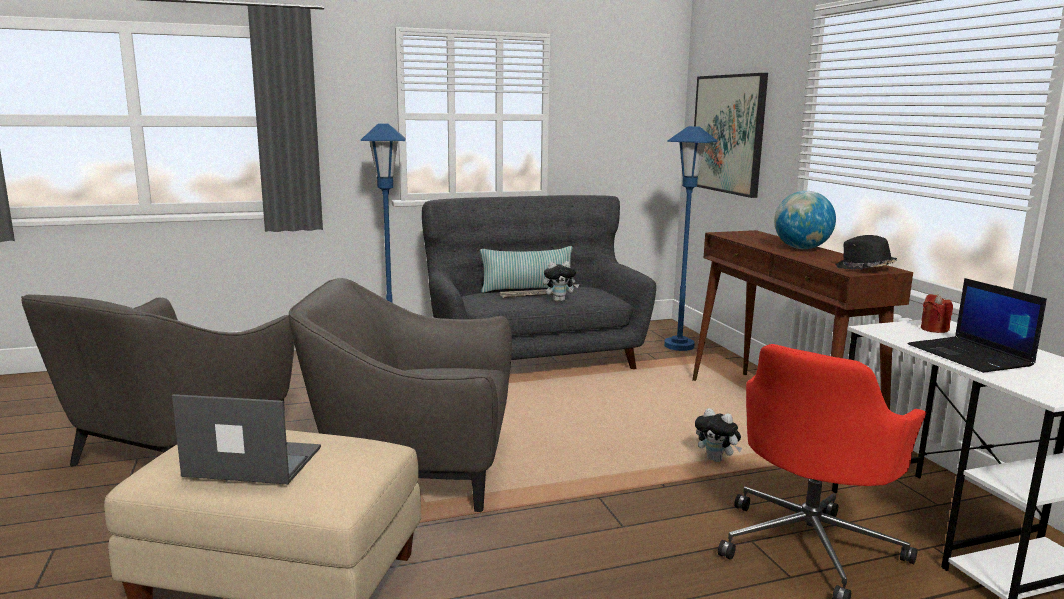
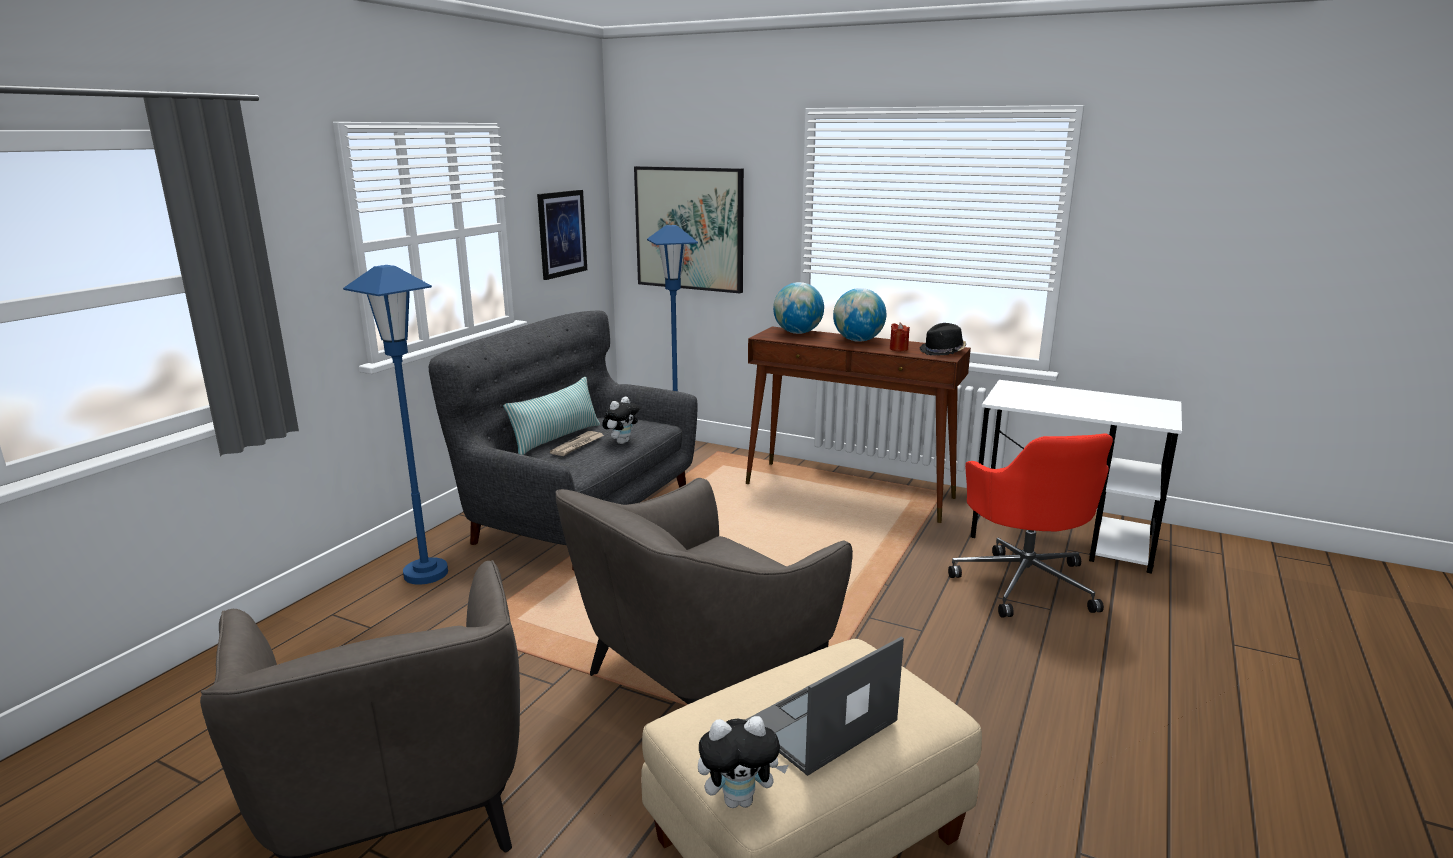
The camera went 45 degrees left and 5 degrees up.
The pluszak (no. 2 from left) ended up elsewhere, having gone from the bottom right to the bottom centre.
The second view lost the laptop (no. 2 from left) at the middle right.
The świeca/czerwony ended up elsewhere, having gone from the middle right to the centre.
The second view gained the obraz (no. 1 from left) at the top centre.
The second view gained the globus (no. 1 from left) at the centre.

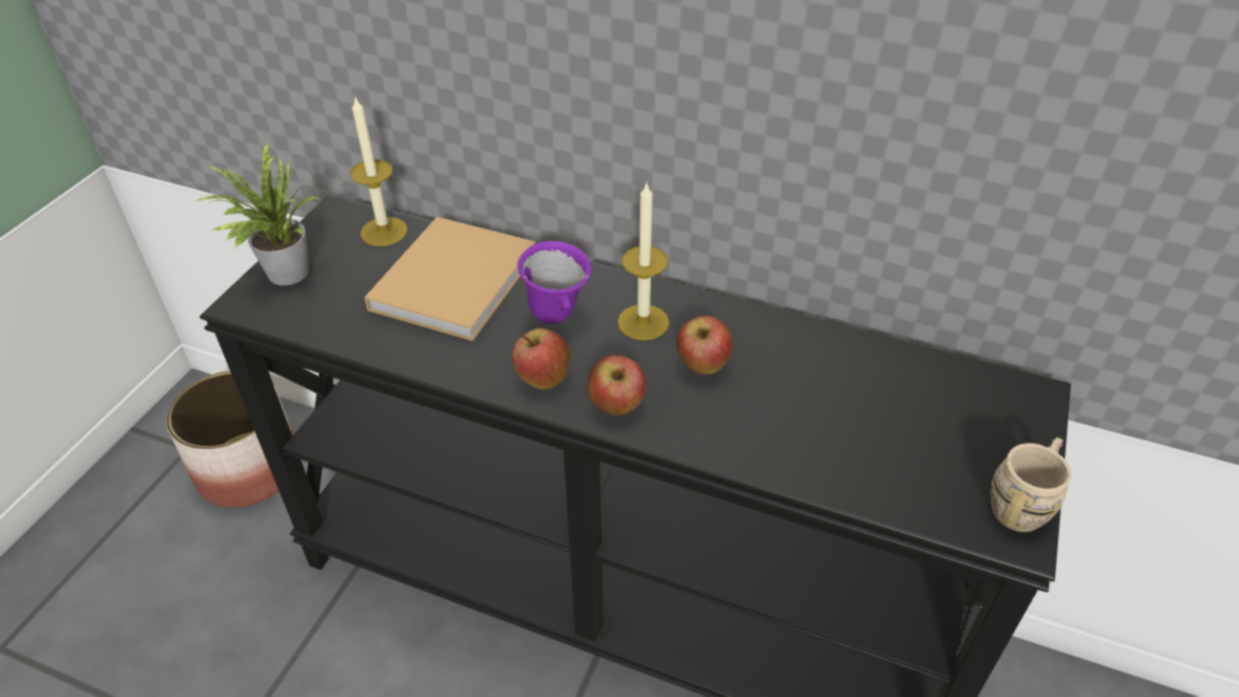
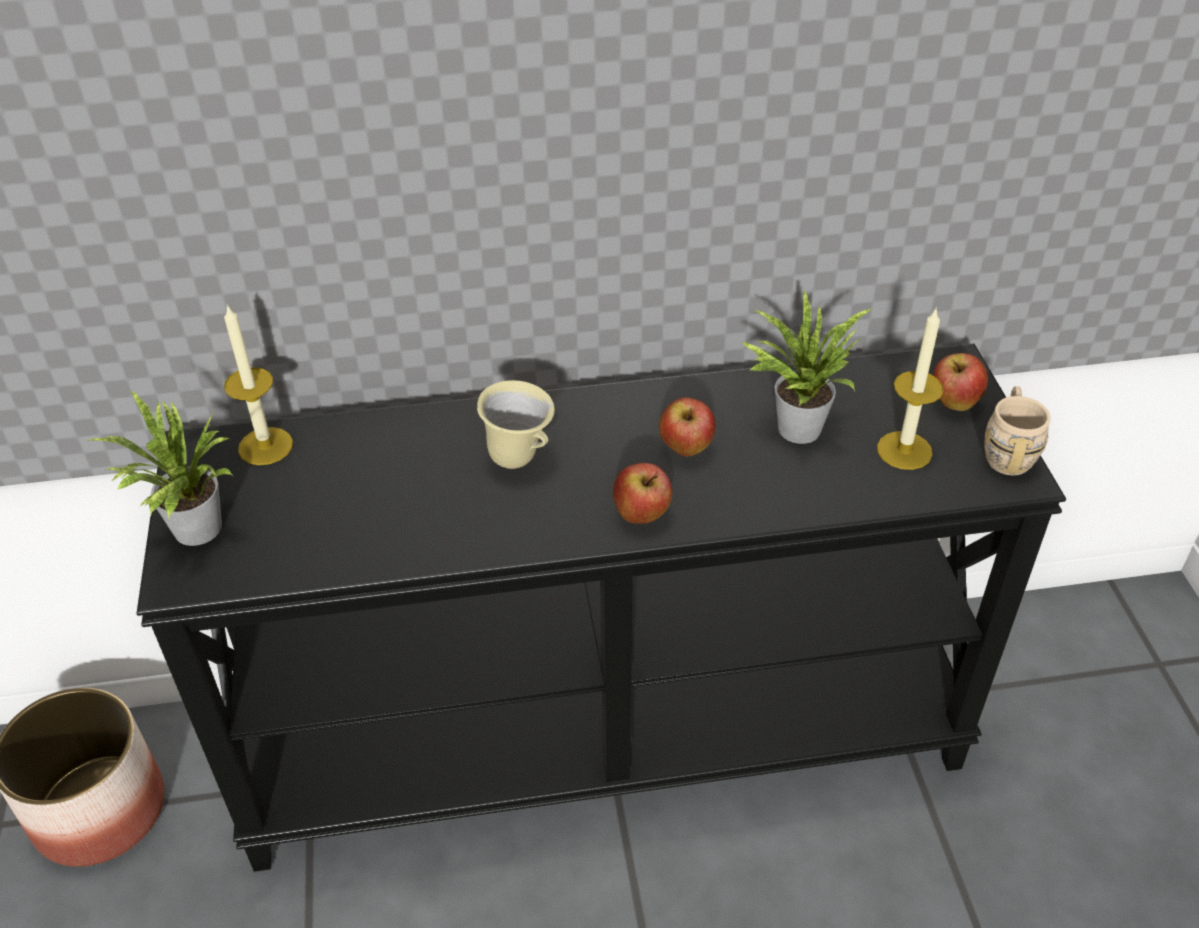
The camera went 30 degrees left and 0 degrees up.
The second view lost the książka/beżowy at the centre.
The jabłko (no. 1 from left in the first image) ended up elsewhere, having gone from the centre to the middle right.
What was the kubek/fioletowy at the centre turned into the kubek/beżowy (no. 1 from left) at the centre.
The świeca (no. 2 from left) ended up elsewhere, having gone from the centre to the middle right.
The second view gained the roślina doniczkowa (no. 2 from left) at the middle right.

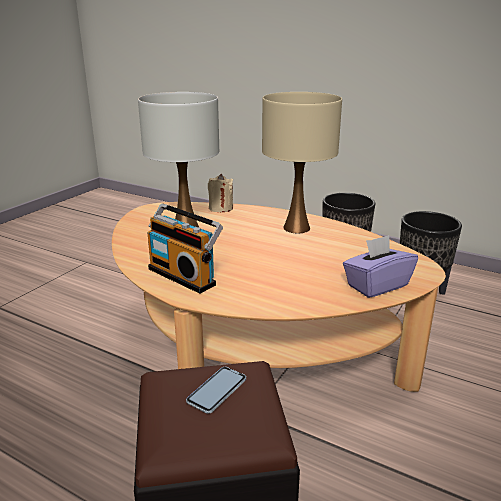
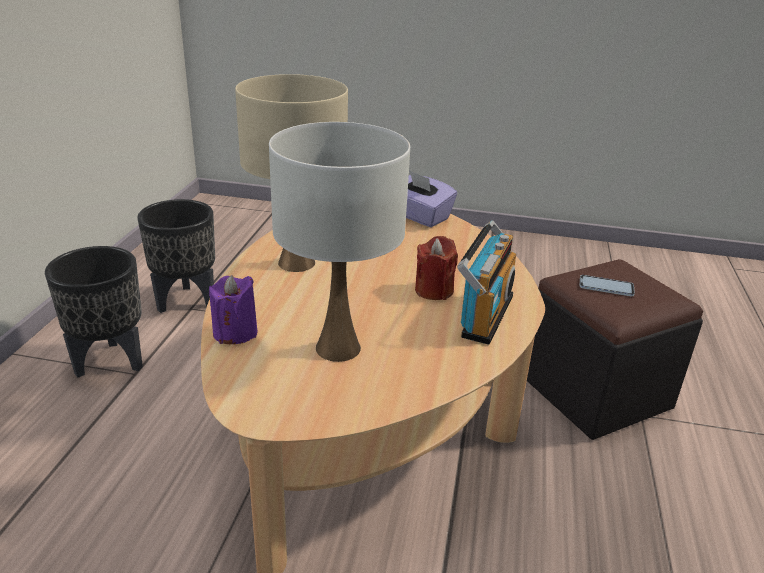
The camera went 110 degrees left and 5 degrees up.
What was the świeca/beżowy at the centre turned into the świeca/fioletowy at the middle left.
The second view gained the świeca/czerwony at the centre.

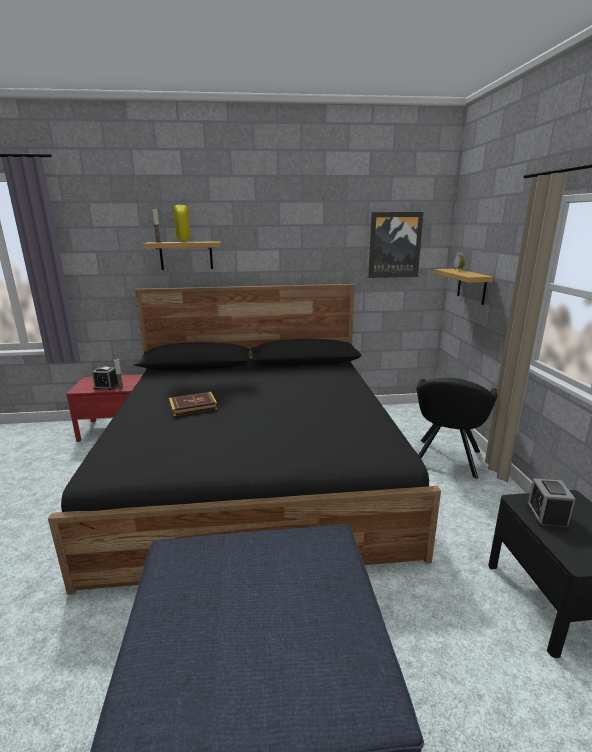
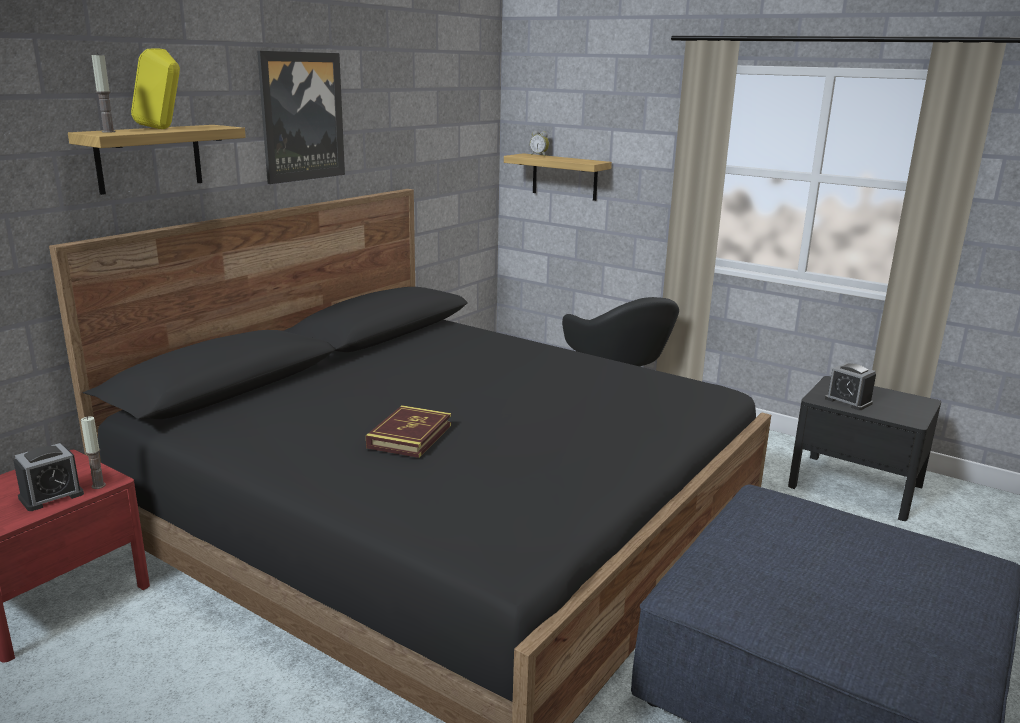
The camera went 50 degrees left and 0 degrees up.
The obraz ended up elsewhere, having gone from the top right to the top left.

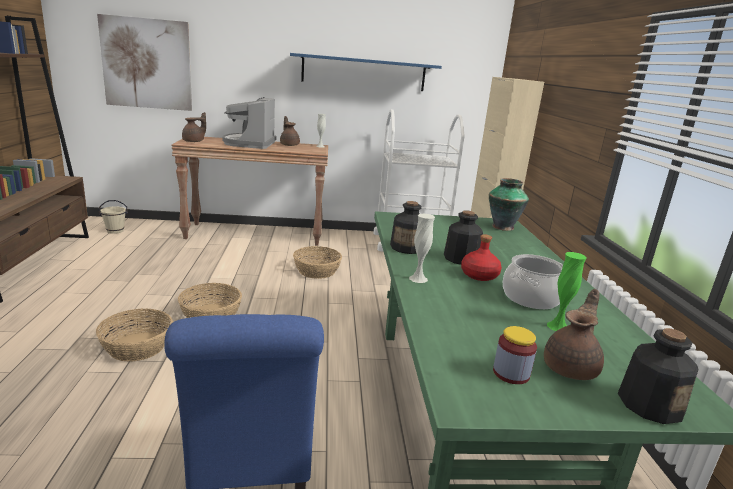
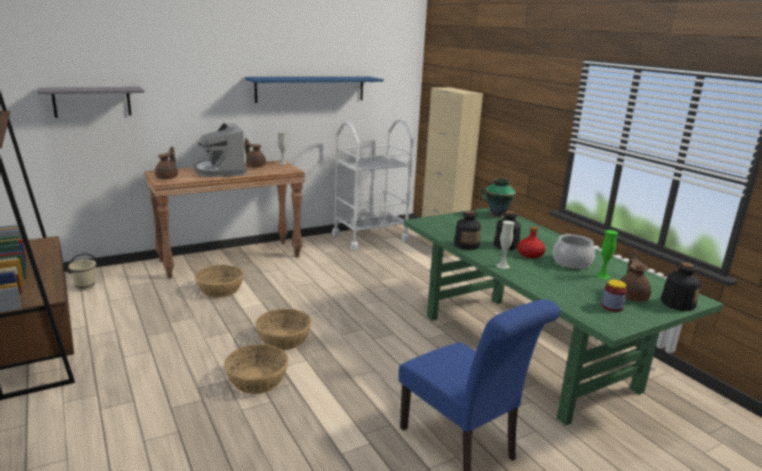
The camera went 25 degrees left and 0 degrees up.
Where the obraz hung at the top left, the półka/szary came to hang at the top left.
The koszyk (no. 3 from left in the first image) ended up elsewhere, having gone from the centre to the middle left.

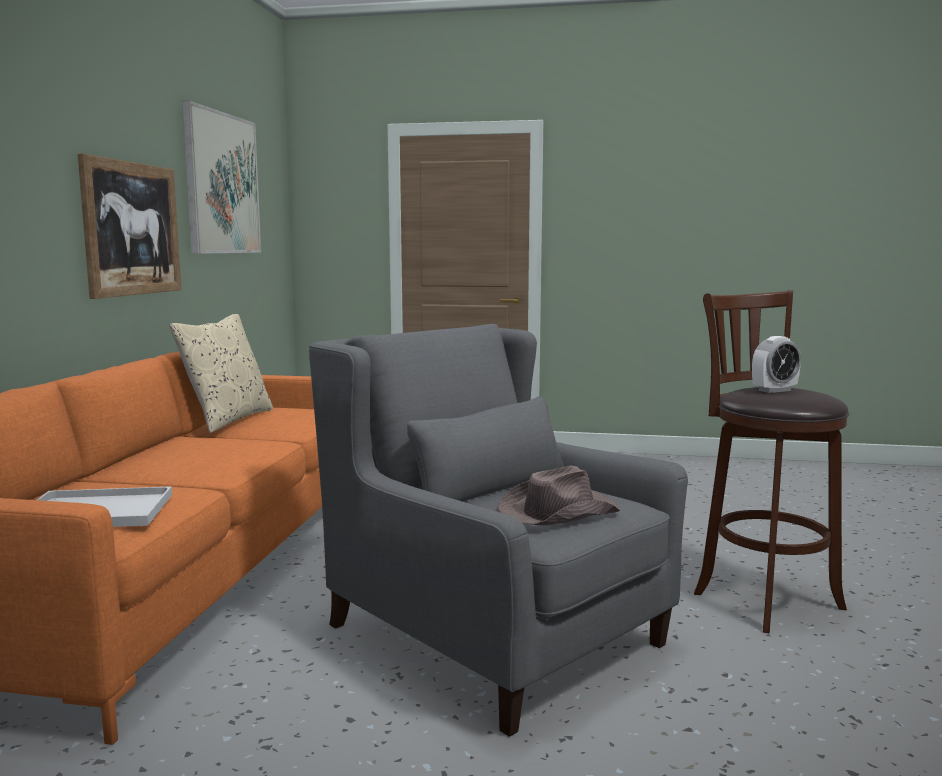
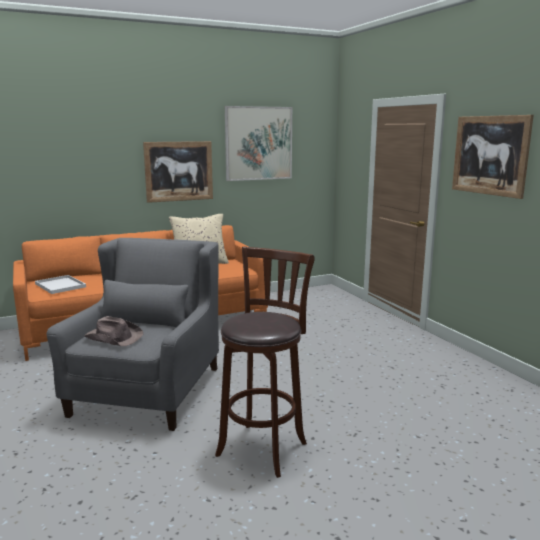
The camera went 55 degrees right and 5 degrees up.
The second view lost the budzik at the middle right.
The second view gained the obraz (no. 3 from left) at the top right.

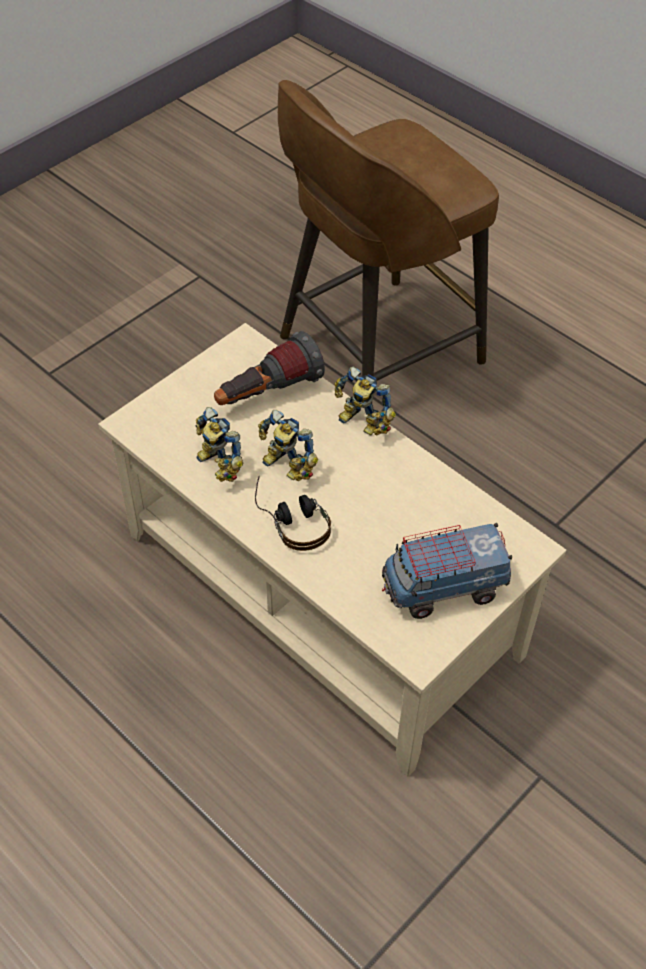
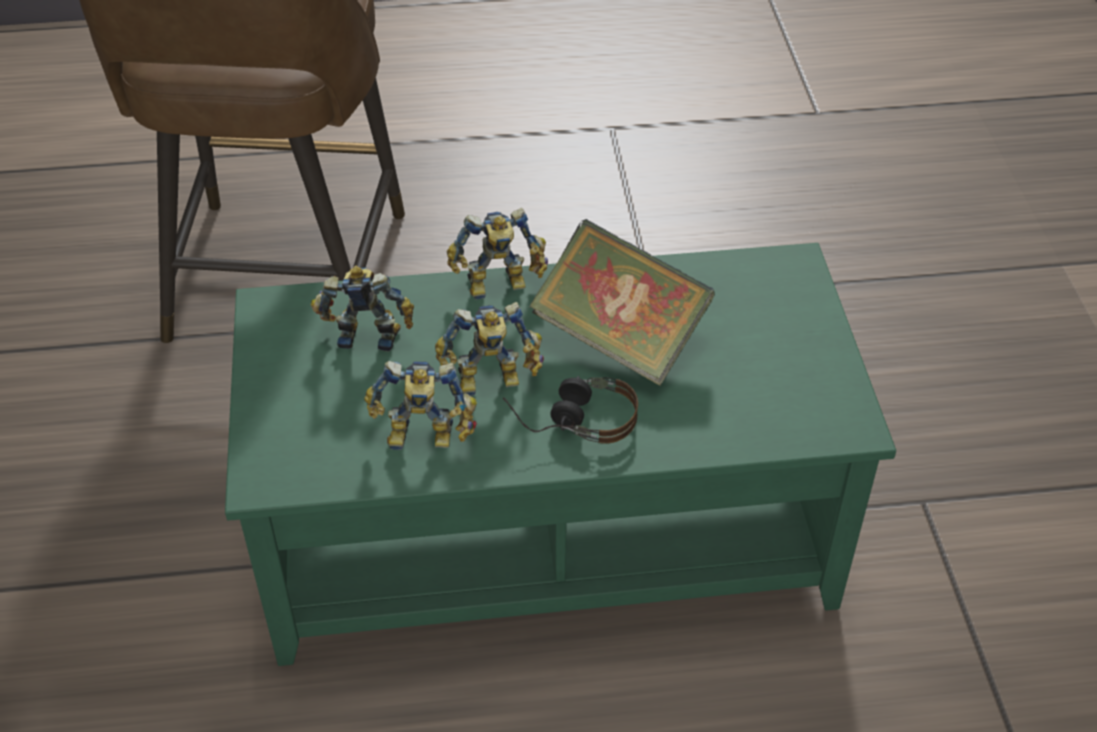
The camera went 50 degrees left and 5 degrees down.
What was the ława/beżowy at the centre turned into the ława/zielony at the centre.
Where the latarka stood at the centre, the robot zabawkowy (no. 1 from left) came to stand at the middle left.
The second view lost the ciężarówka zabawkowa at the middle right.
The second view gained the książka at the centre.

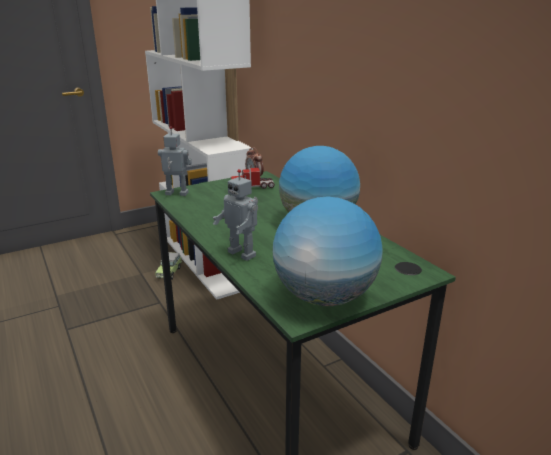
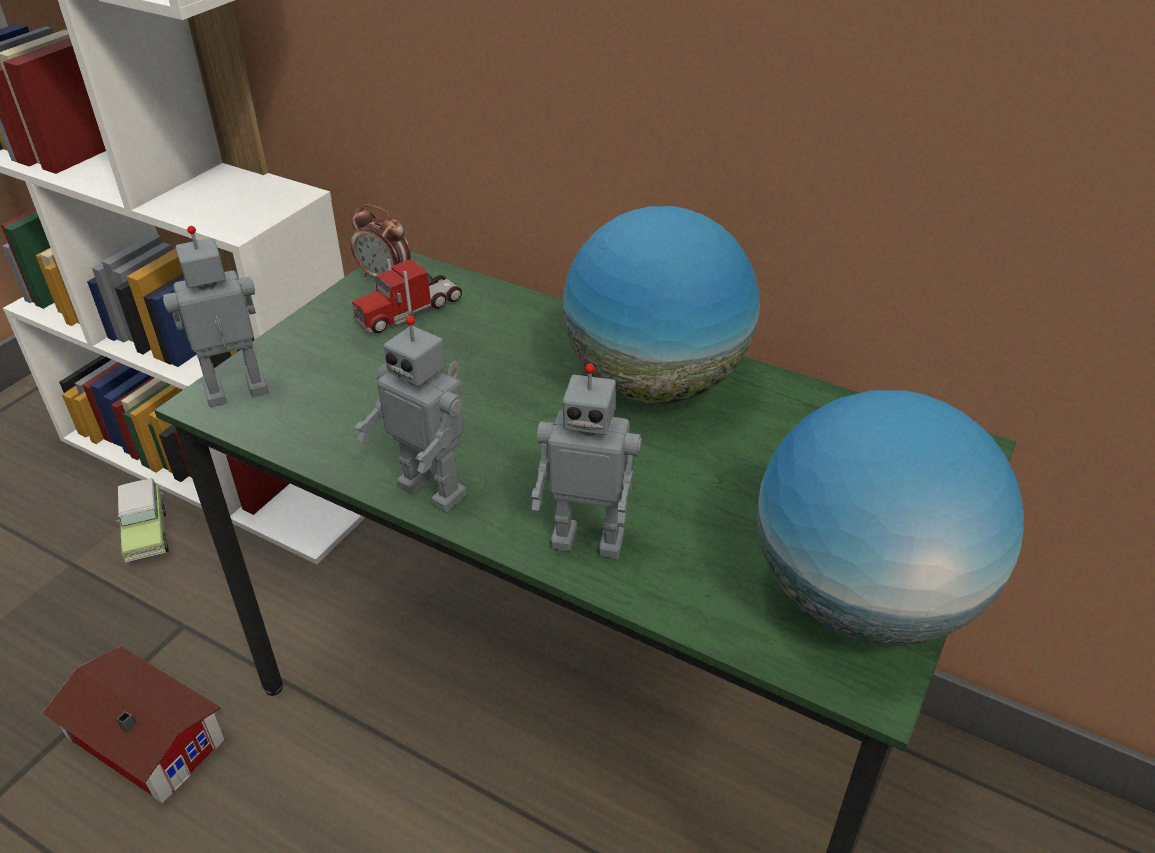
The camera went 30 degrees left and 15 degrees up.
The second view gained the domek at the bottom left.
The second view gained the robot zabawkowy (no. 2 from left) at the centre.

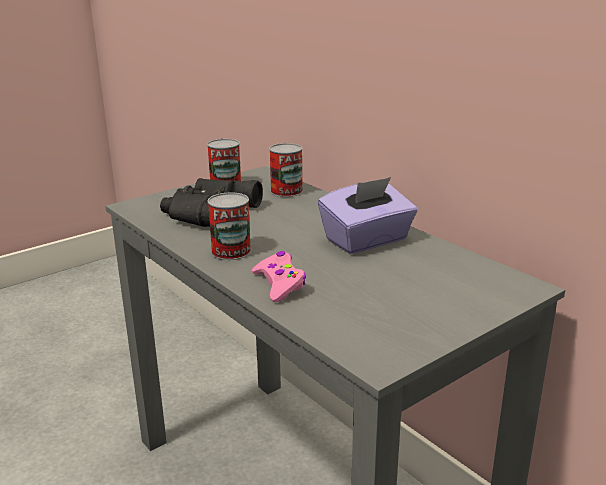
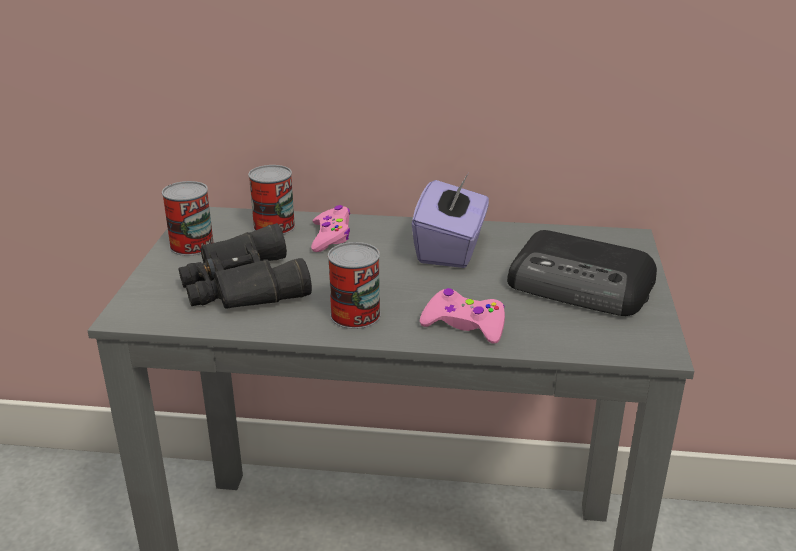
The camera went 45 degrees left and 5 degrees up.
The second view gained the pad do gier/różowy (no. 1 from left) at the centre.
The second view gained the radio at the middle right.

